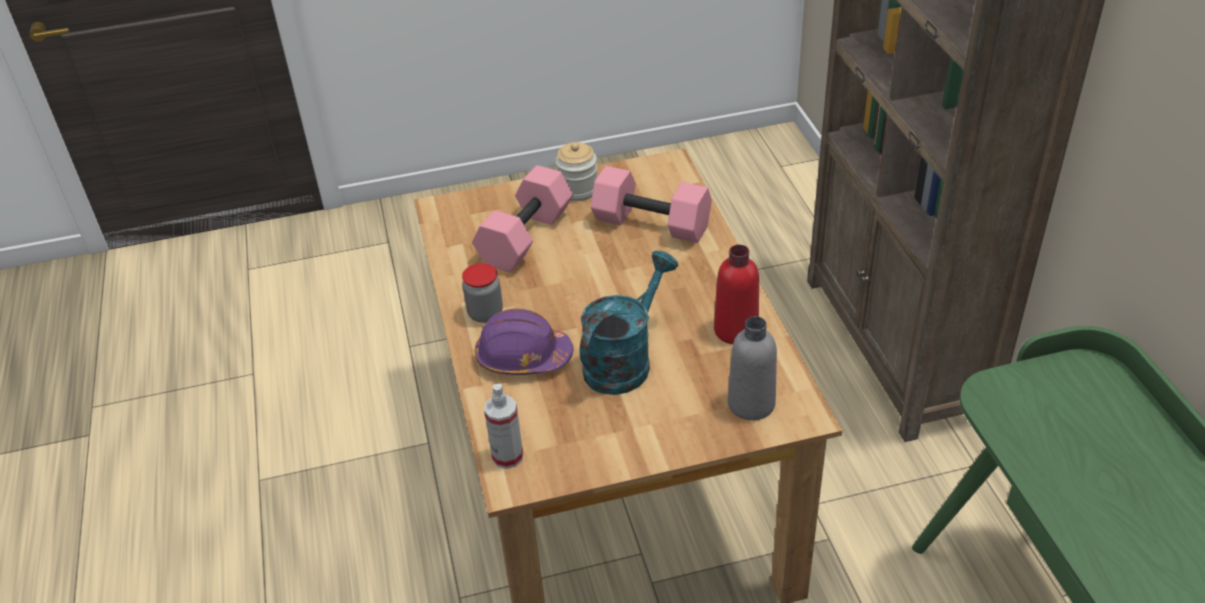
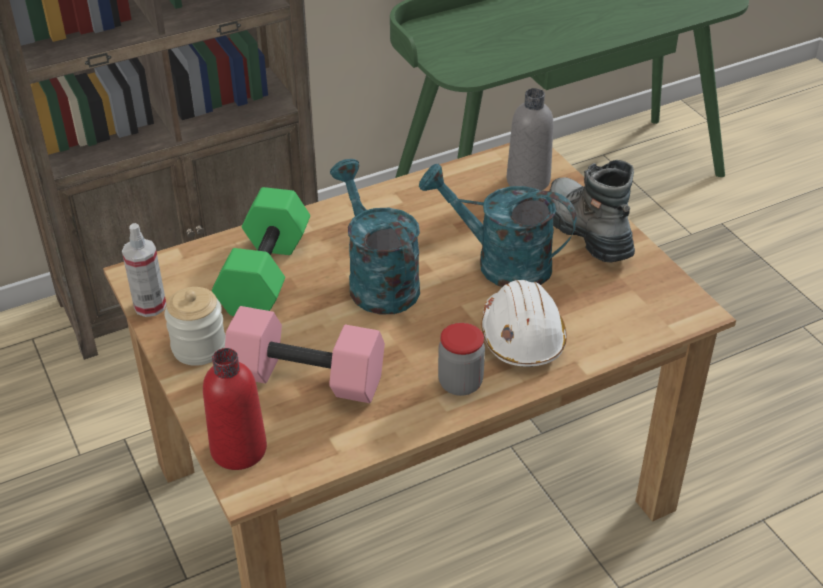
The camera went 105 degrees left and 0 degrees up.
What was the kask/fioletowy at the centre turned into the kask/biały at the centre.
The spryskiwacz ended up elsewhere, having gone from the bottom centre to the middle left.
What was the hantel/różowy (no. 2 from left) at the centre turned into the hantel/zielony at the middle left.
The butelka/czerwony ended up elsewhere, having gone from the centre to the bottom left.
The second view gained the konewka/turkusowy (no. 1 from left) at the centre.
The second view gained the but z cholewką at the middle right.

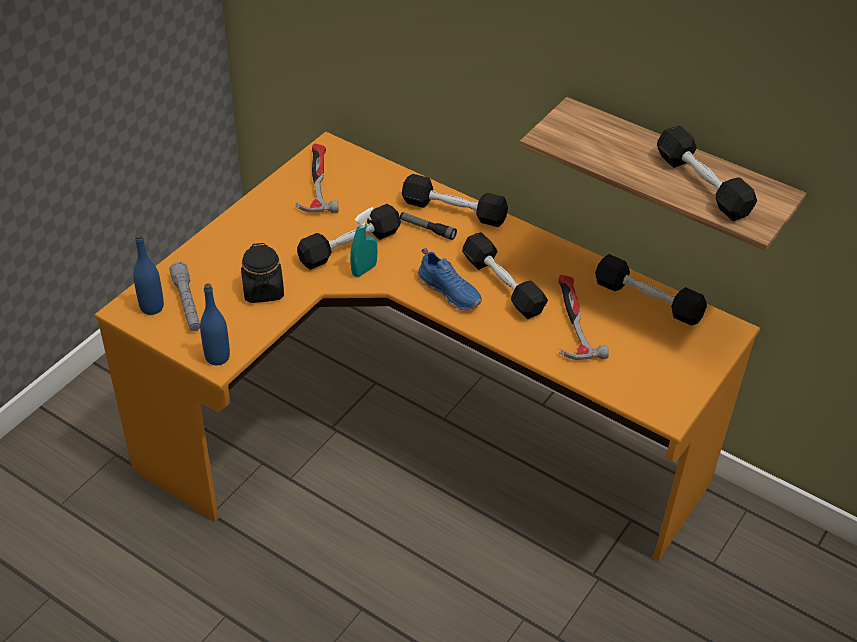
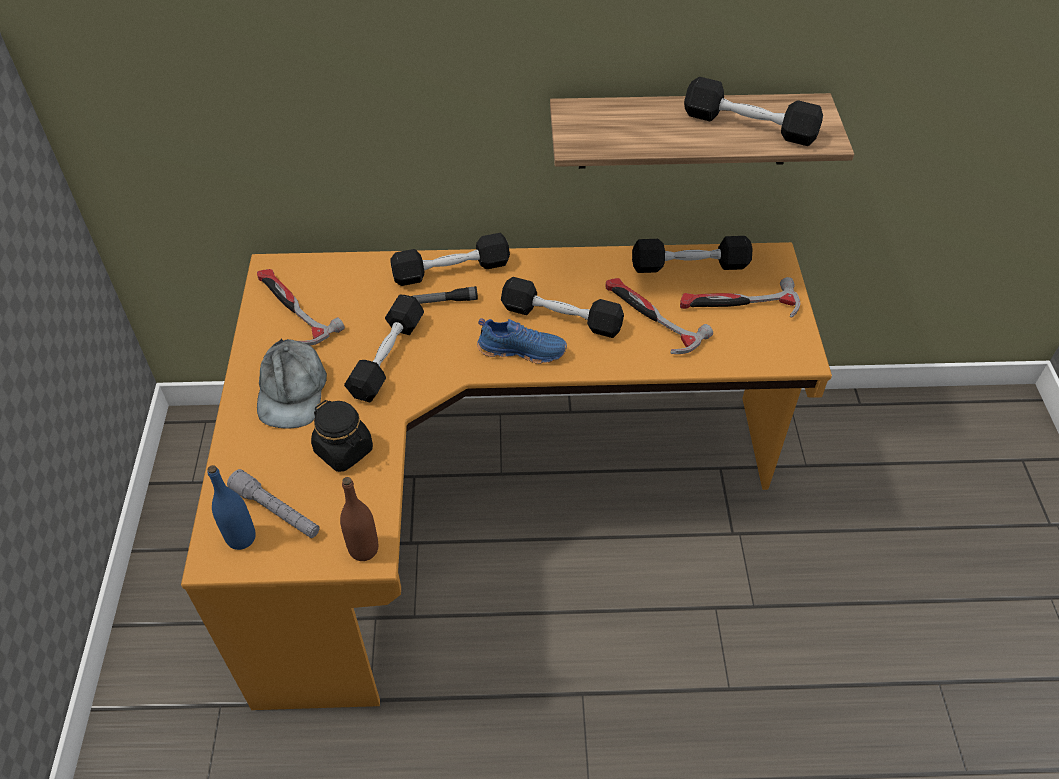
The camera went 35 degrees left and 5 degrees up.
What was the butelka/niebieski (no. 2 from left) at the middle left turned into the butelka/brązowy at the centre.
The second view lost the spryskiwacz/turkusowy at the centre.
The second view gained the czapka z daszkiem/szary at the middle left.
The second view gained the młotek (no. 3 from left) at the middle right.

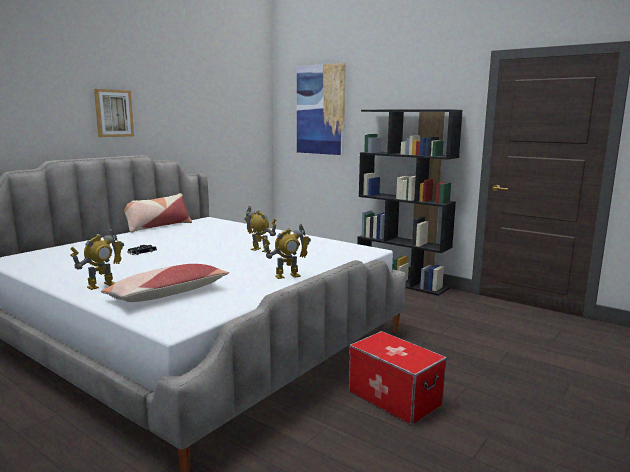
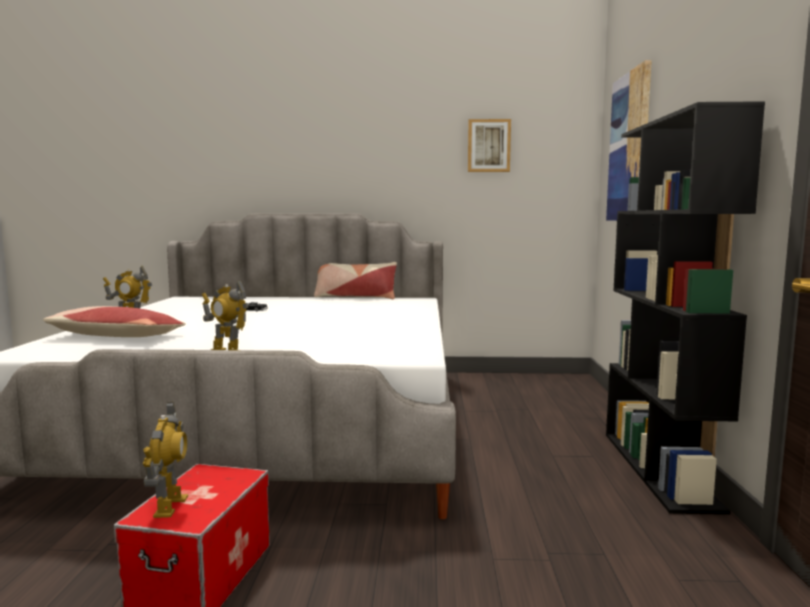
The camera went 55 degrees right and 5 degrees down.
The obraz (no. 1 from left) ended up elsewhere, having gone from the top left to the top centre.
The robot zabawkowy (no. 2 from left) ended up elsewhere, having gone from the centre to the bottom left.

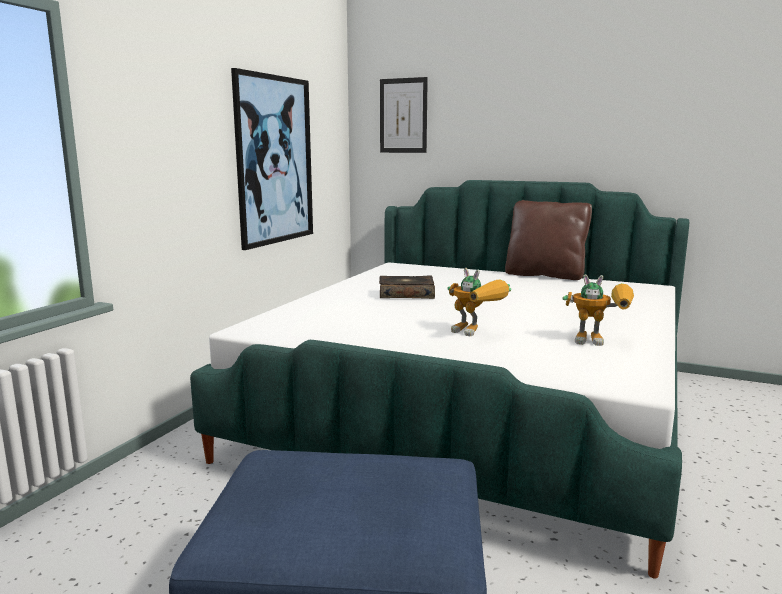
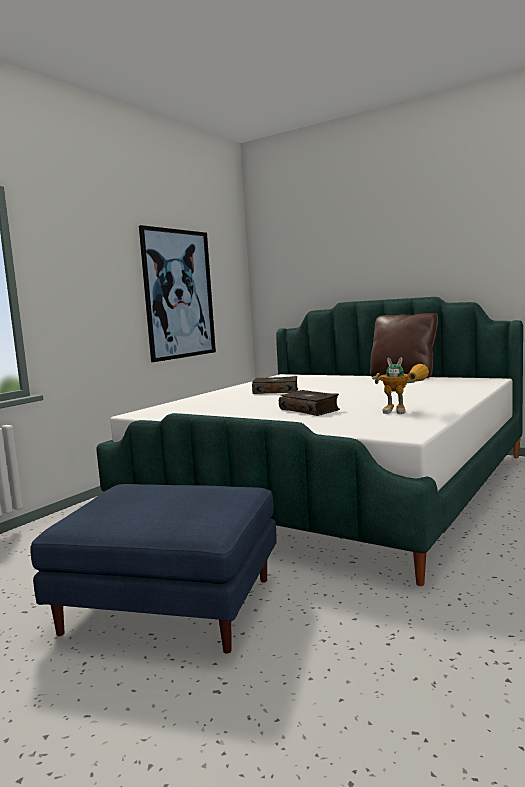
The camera went 10 degrees right and 5 degrees down.
The second view lost the obraz (no. 2 from left) at the top centre.
Where the robot zabawkowy (no. 1 from left) stood at the centre, the książka (no. 2 from left) came to stand at the centre.

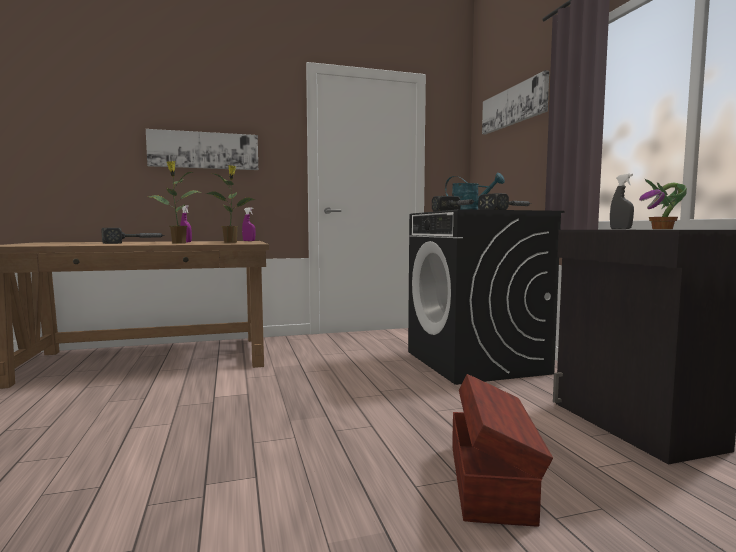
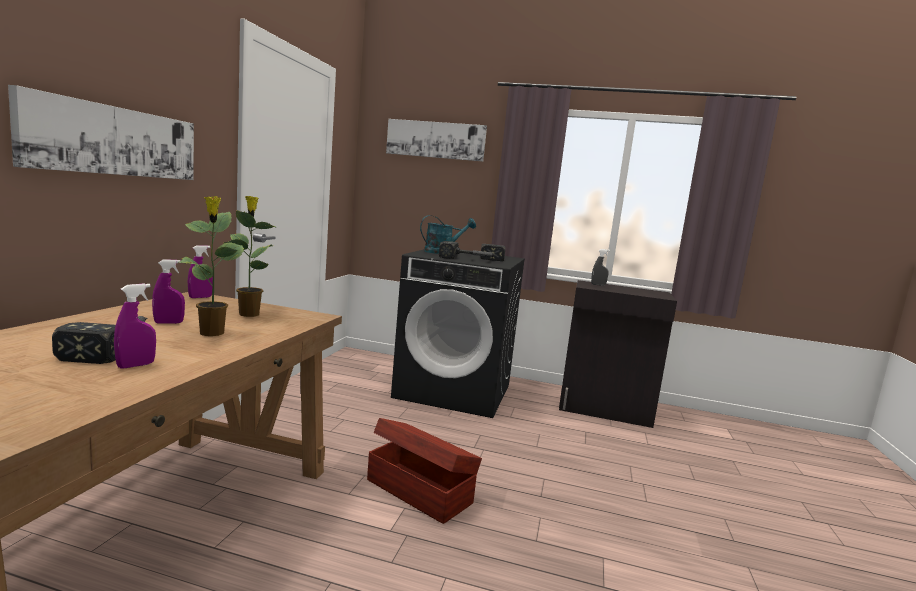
The camera went 60 degrees left and 5 degrees up.
The pojemnik do przechowywania/brązowy ended up elsewhere, having gone from the bottom right to the bottom centre.
The second view lost the roślina doniczkowa (no. 3 from left) at the middle right.
The second view gained the spryskiwacz/fioletowy (no. 1 from left) at the middle left.

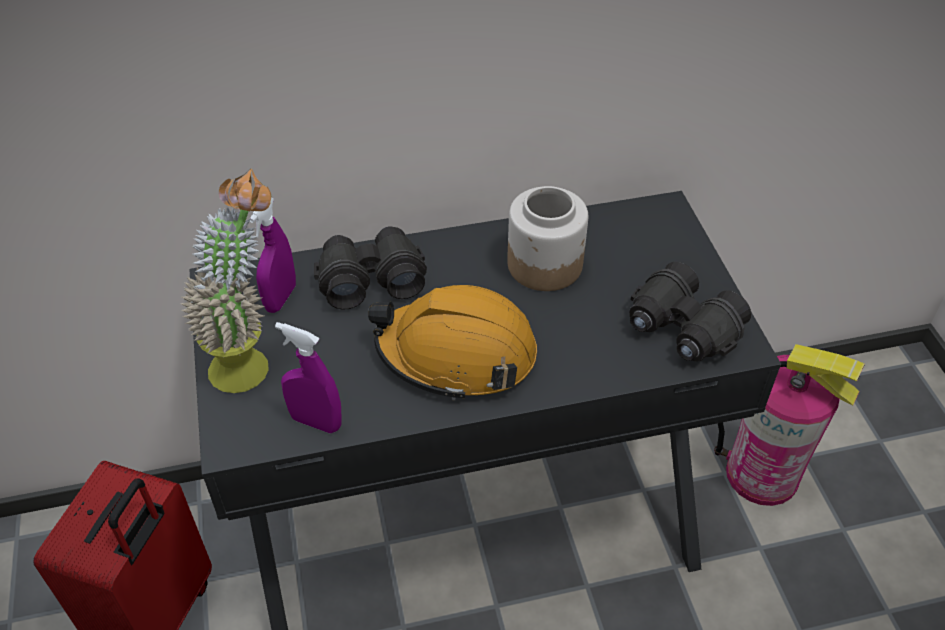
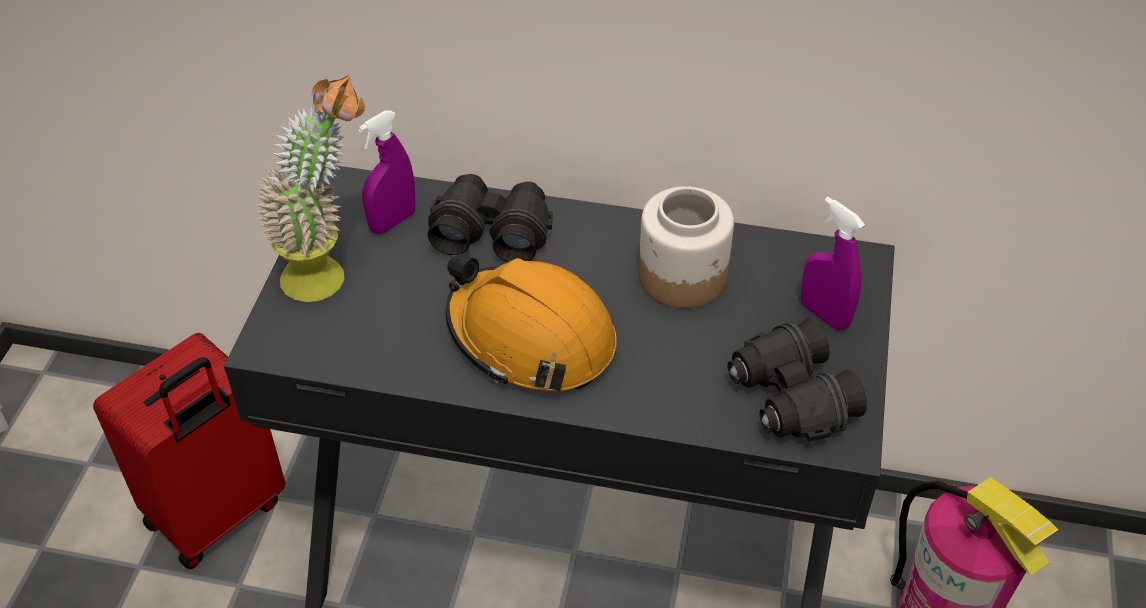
The camera went 25 degrees right and 0 degrees up.
The spryskiwacz/fioletowy (no. 2 from left) ended up elsewhere, having gone from the middle left to the middle right.

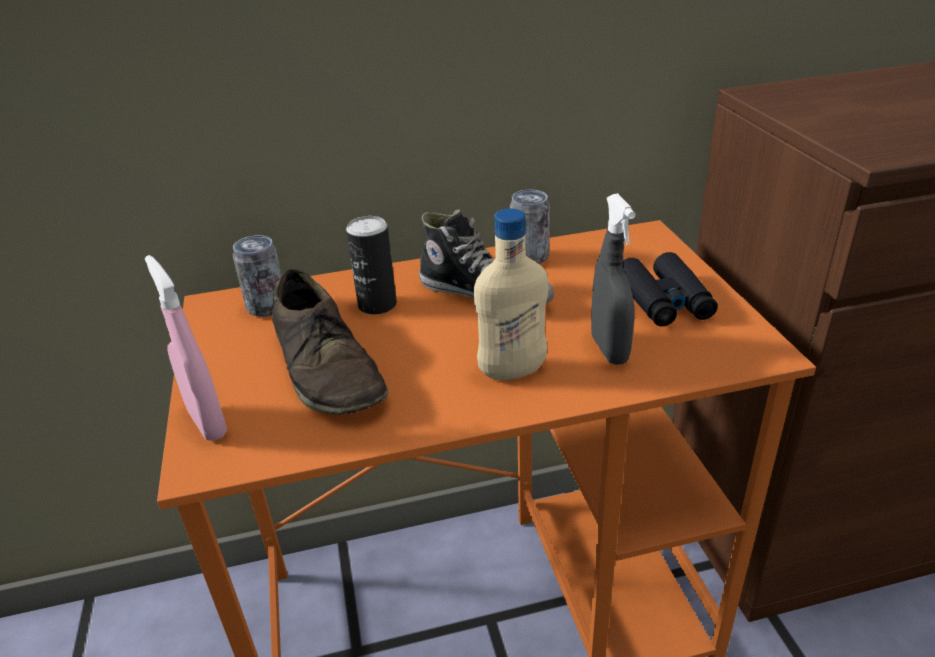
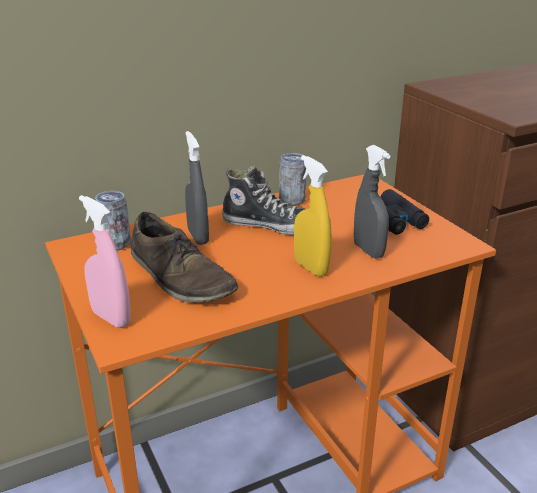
The camera went 15 degrees left and 5 degrees down.
Where the puszka (no. 2 from left) stood at the centre, the spryskiwacz/szary (no. 1 from left) came to stand at the centre.
Where the butelka/beżowy stood at the centre, the spryskiwacz/żółty came to stand at the centre.

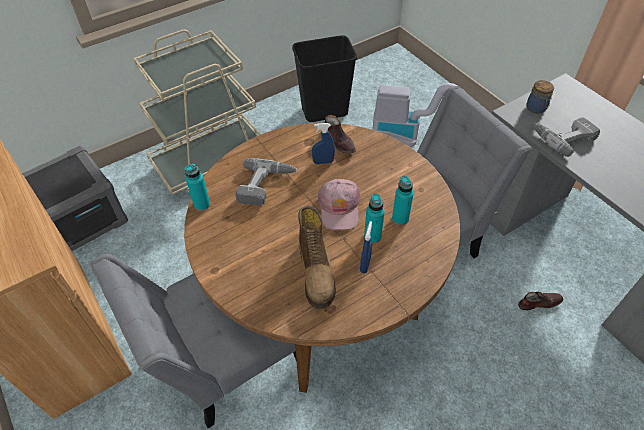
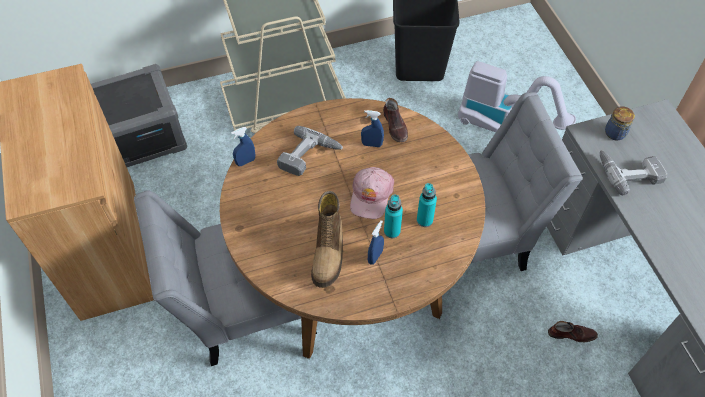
The camera went 15 degrees right and 5 degrees up.
Where the butelka/turkusowy (no. 1 from left) stood at the middle left, the spryskiwacz/niebieski (no. 1 from left) came to stand at the centre.

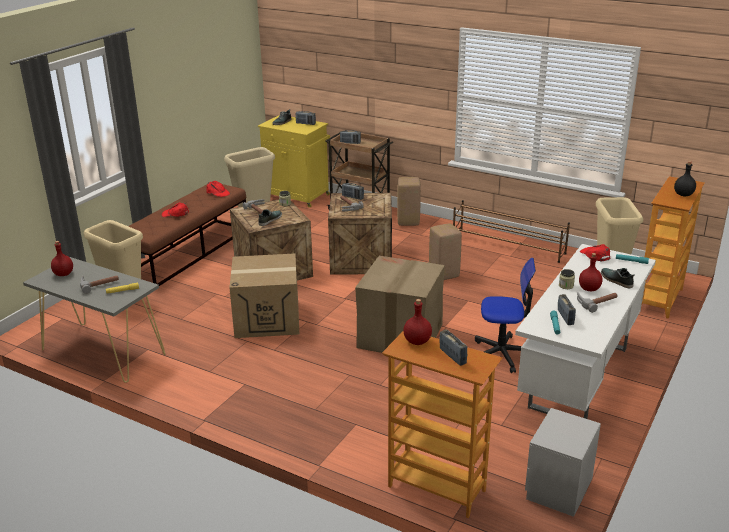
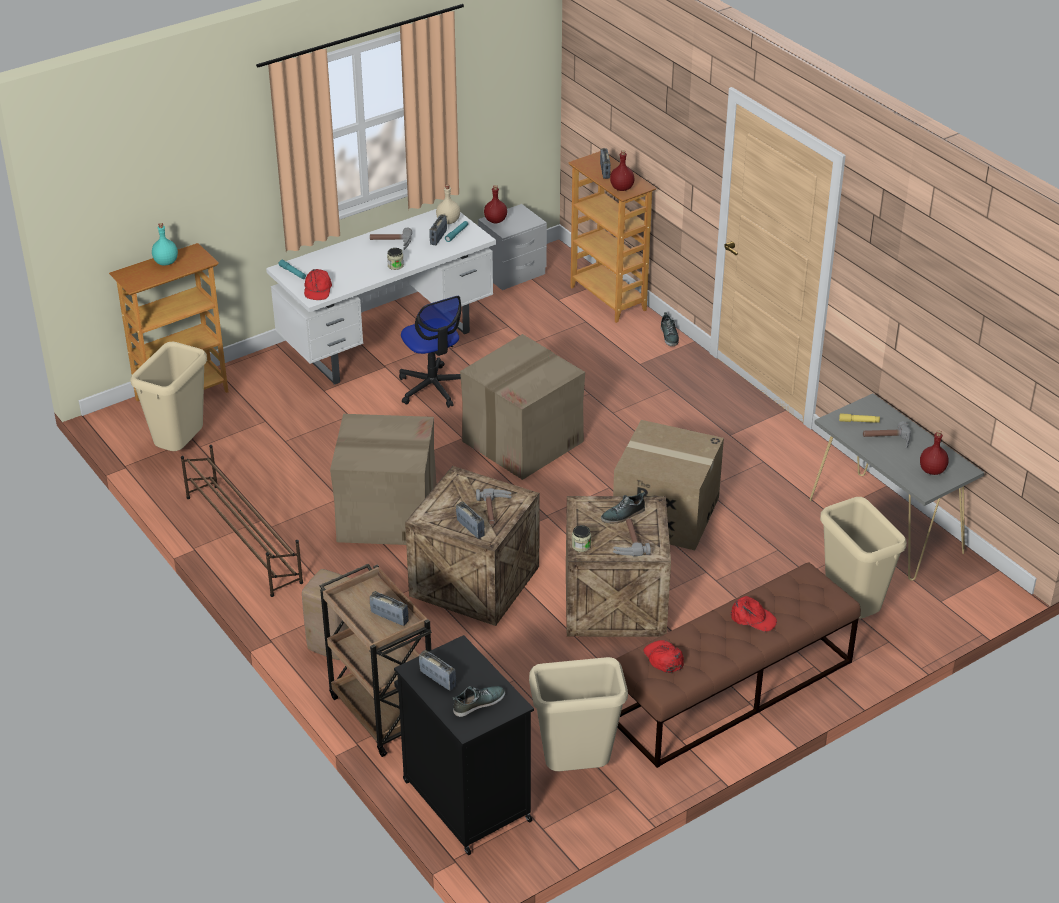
The camera went 155 degrees left and 10 degrees up.
What was the szafka/żółty at the top centre turned into the szafka/czarny at the bottom centre.
Where the stołek/beżowy (no. 2 from left) stood at the centre, the karton (no. 1 from left) came to stand at the centre.
The krzesło biurowe at the middle right ended up facing another way, 150 degrees counterclockwise from before.
The butelka/czerwony (no. 3 from left in the first image) ended up elsewhere, having gone from the middle right to the top centre.
The but (no. 3 from left) ended up elsewhere, having gone from the middle right to the centre.
What was the butelka/czarny at the middle right turned into the butelka/turkusowy at the top left.
The second view gained the butelka/beżowy at the top centre.

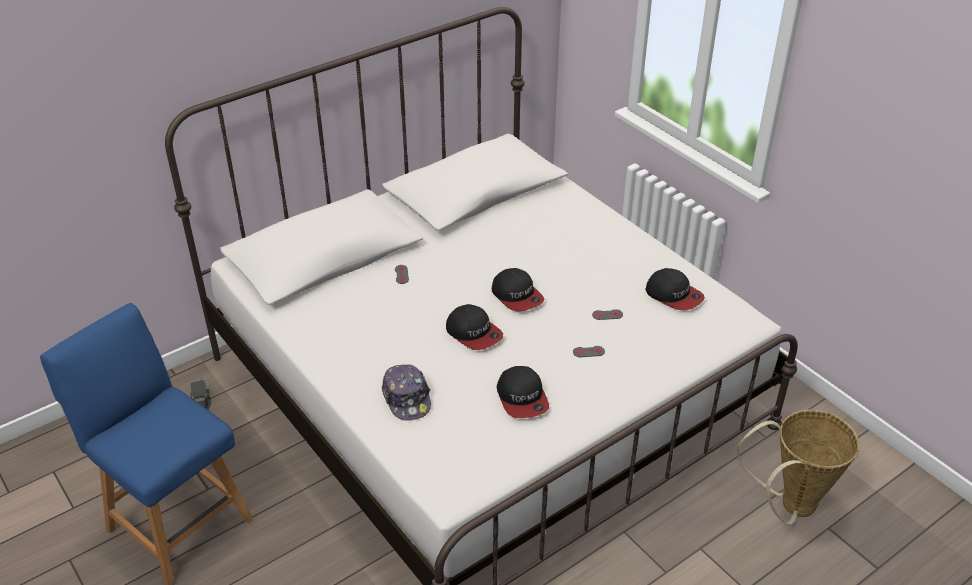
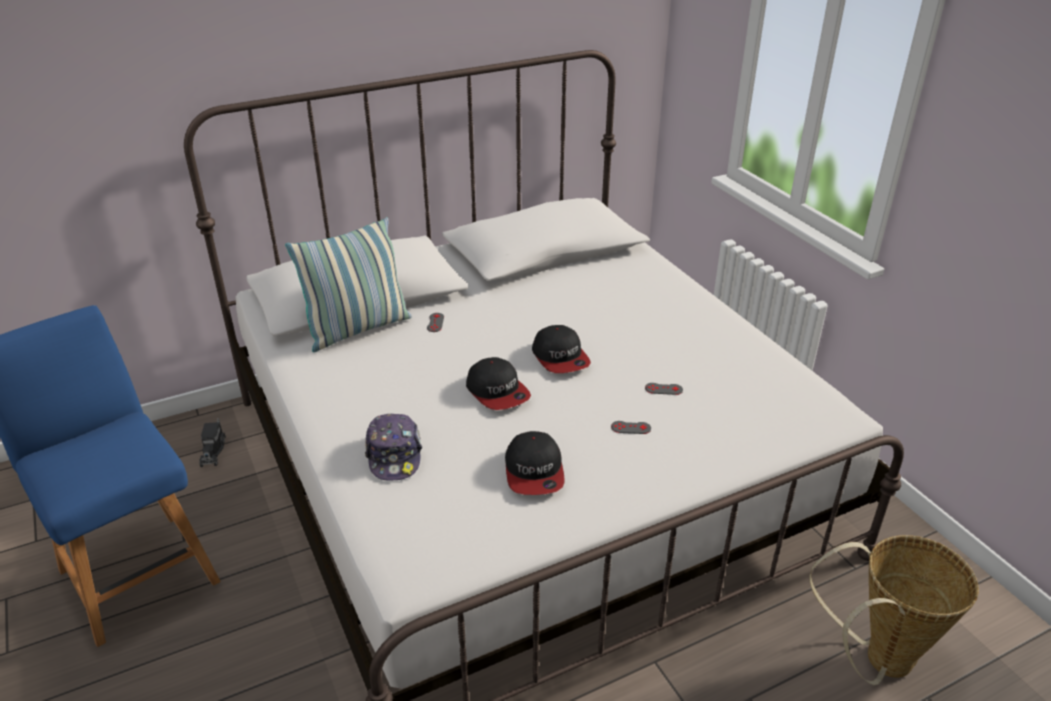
The camera went 10 degrees right and 5 degrees down.
The second view lost the czapka z daszkiem (no. 5 from left) at the middle right.
The second view gained the poduszka at the middle left.

